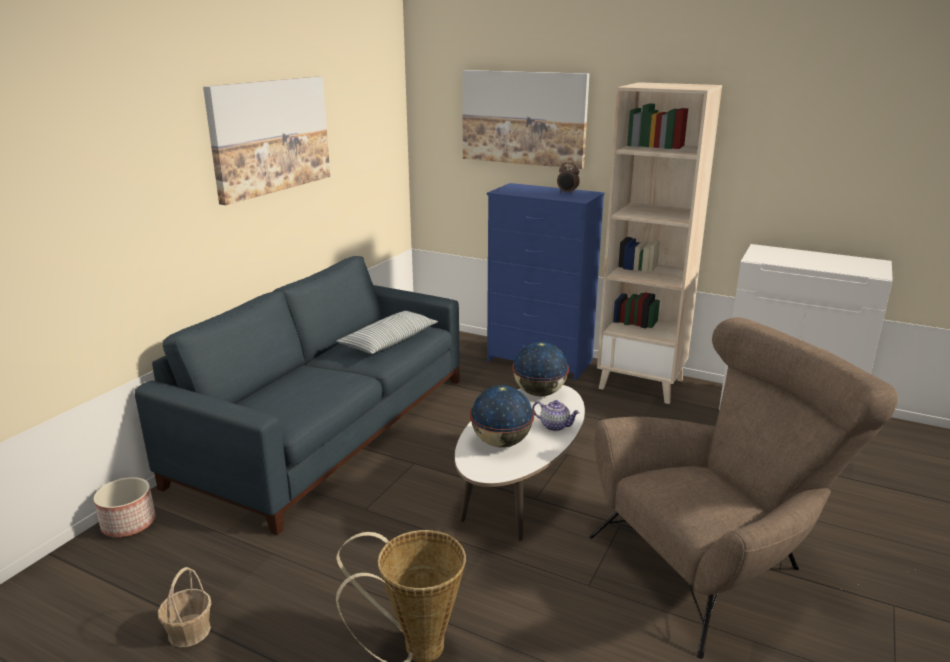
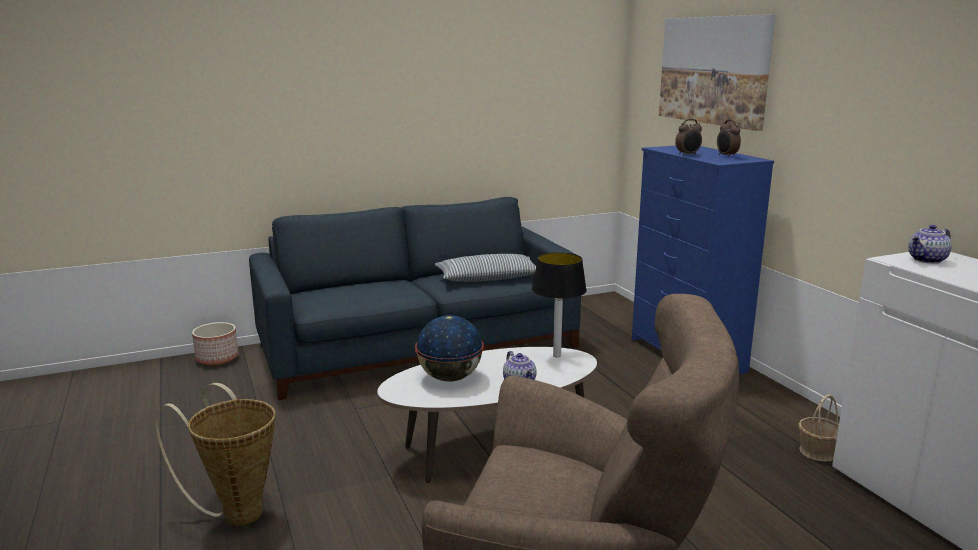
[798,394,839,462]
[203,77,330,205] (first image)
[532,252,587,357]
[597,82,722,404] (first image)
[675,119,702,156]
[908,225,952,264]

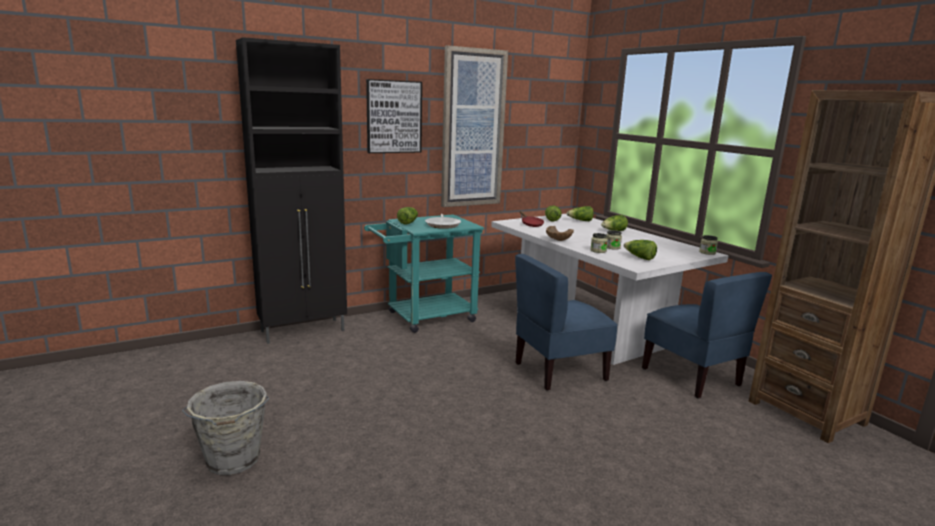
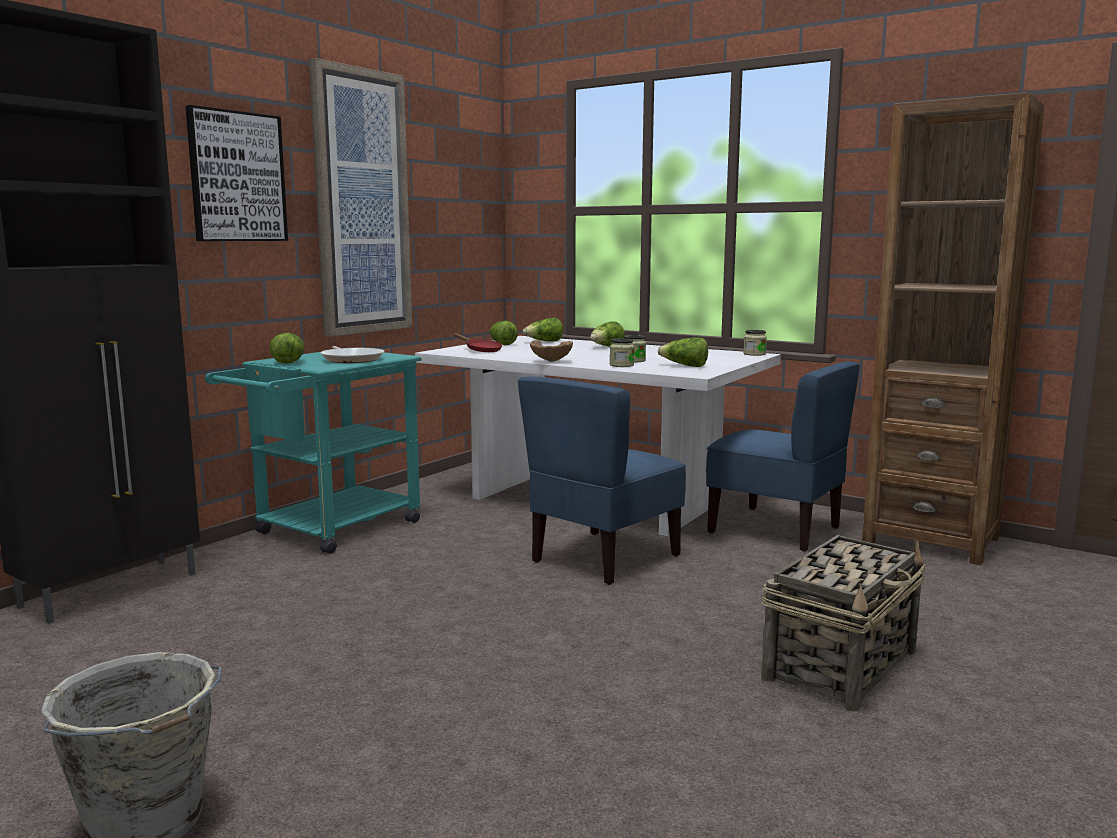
[761,535,925,712]

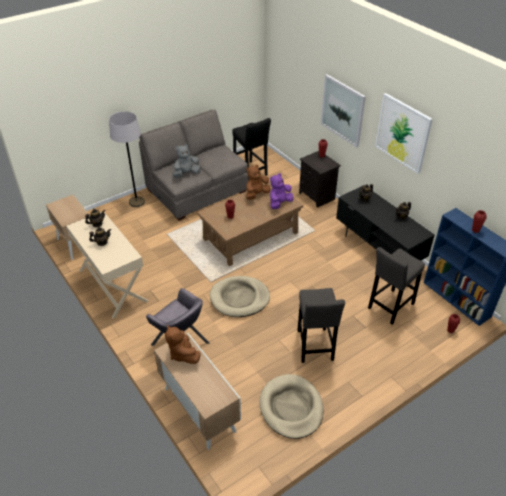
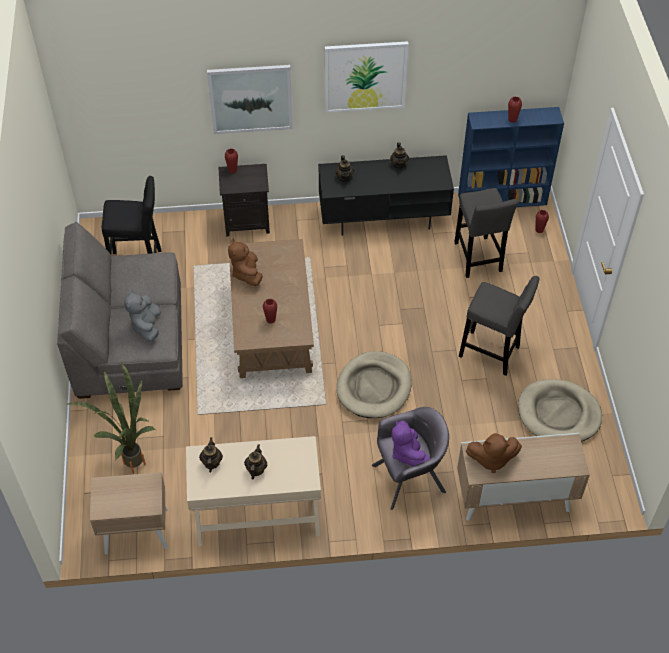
[109,111,145,207] (first image)
[392,420,430,466]
[68,362,156,474]

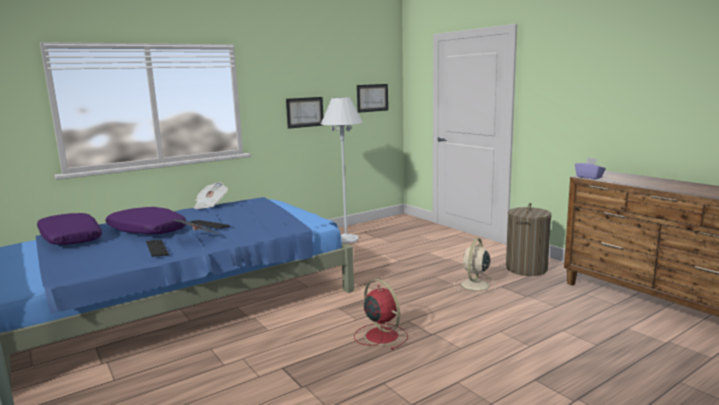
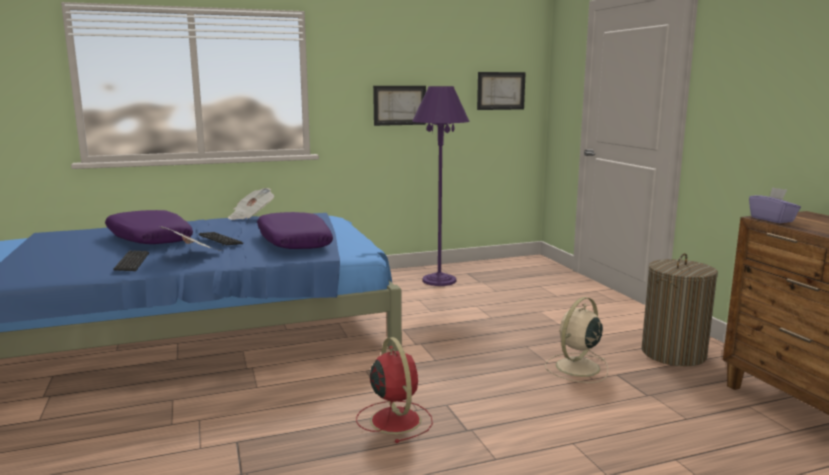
[257,212,333,249]
[412,86,470,286]

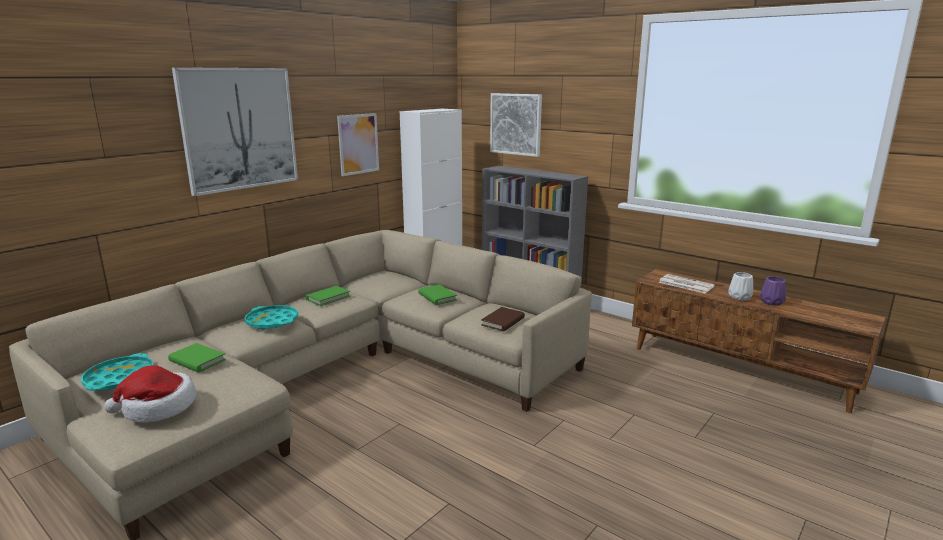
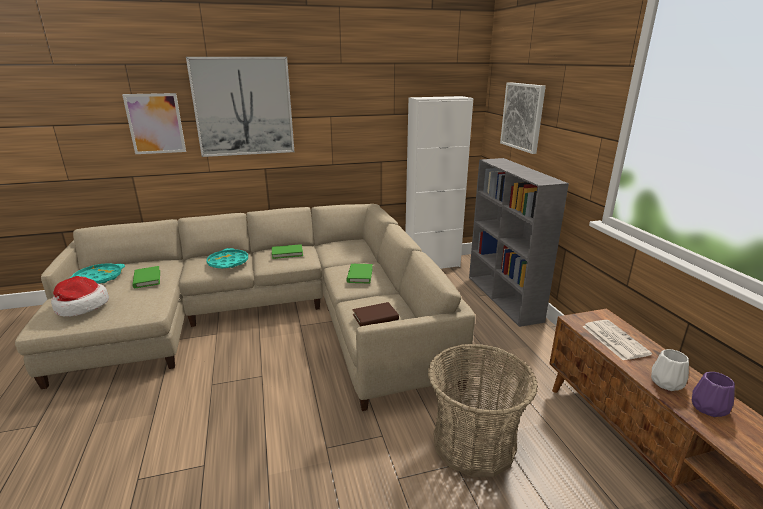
[122,93,186,154]
[428,344,538,477]

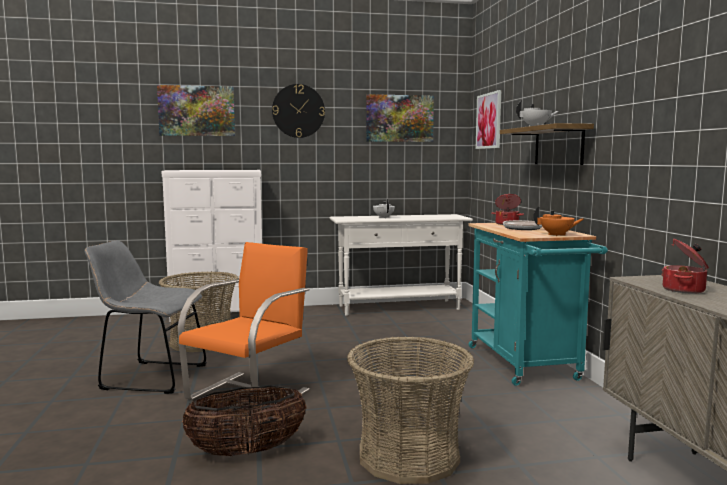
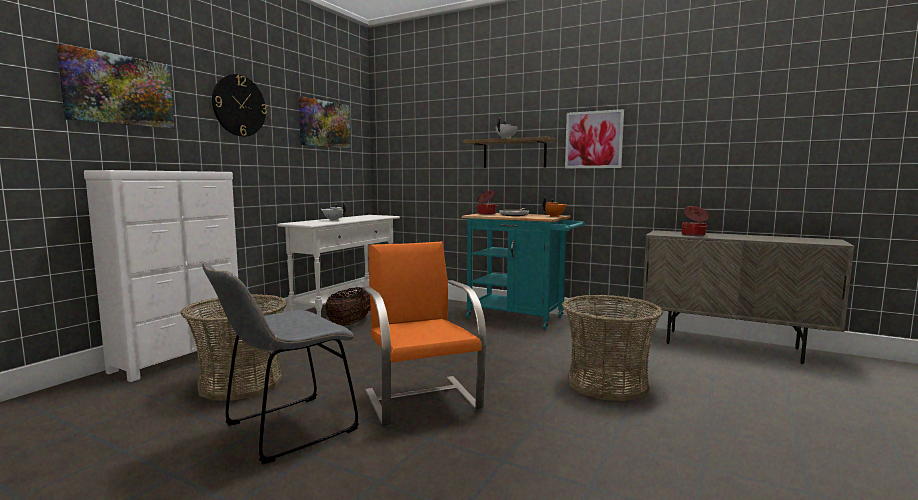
[325,287,370,326]
[565,109,624,168]

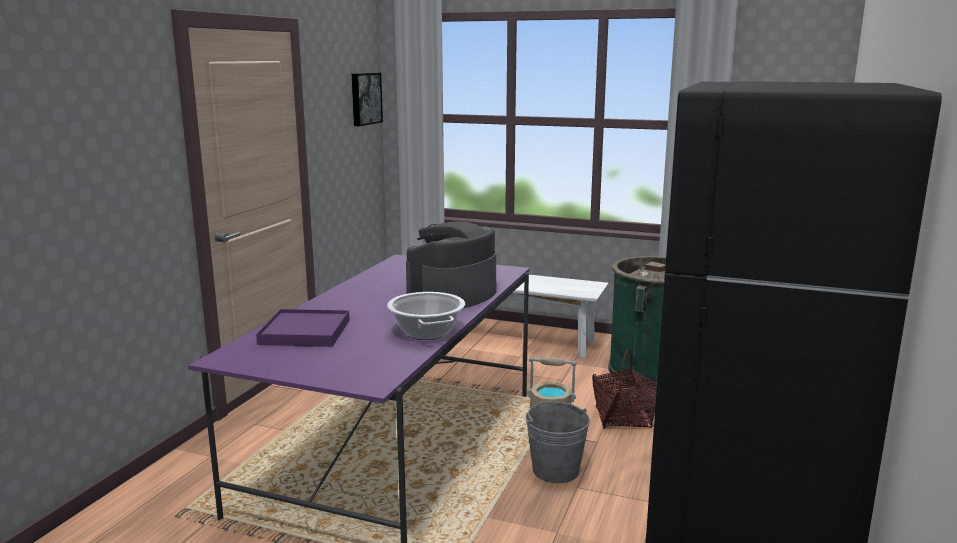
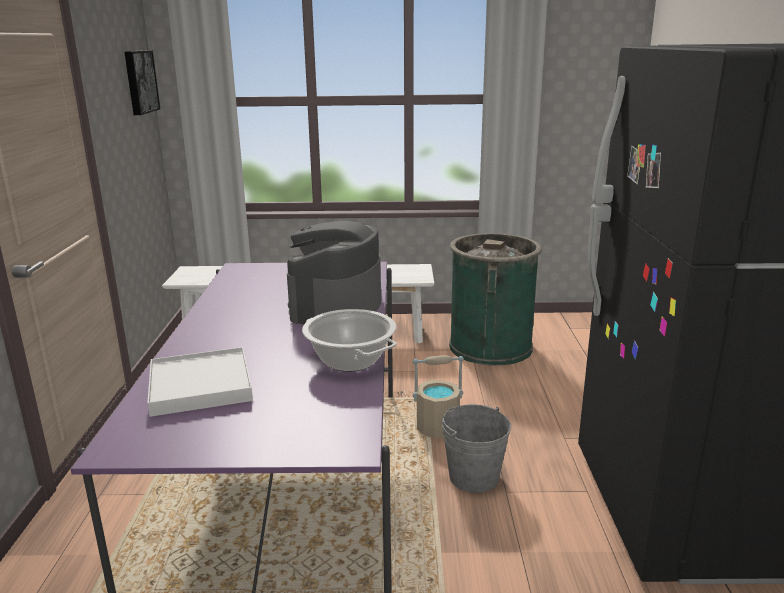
[147,347,253,417]
[592,349,657,429] (first image)

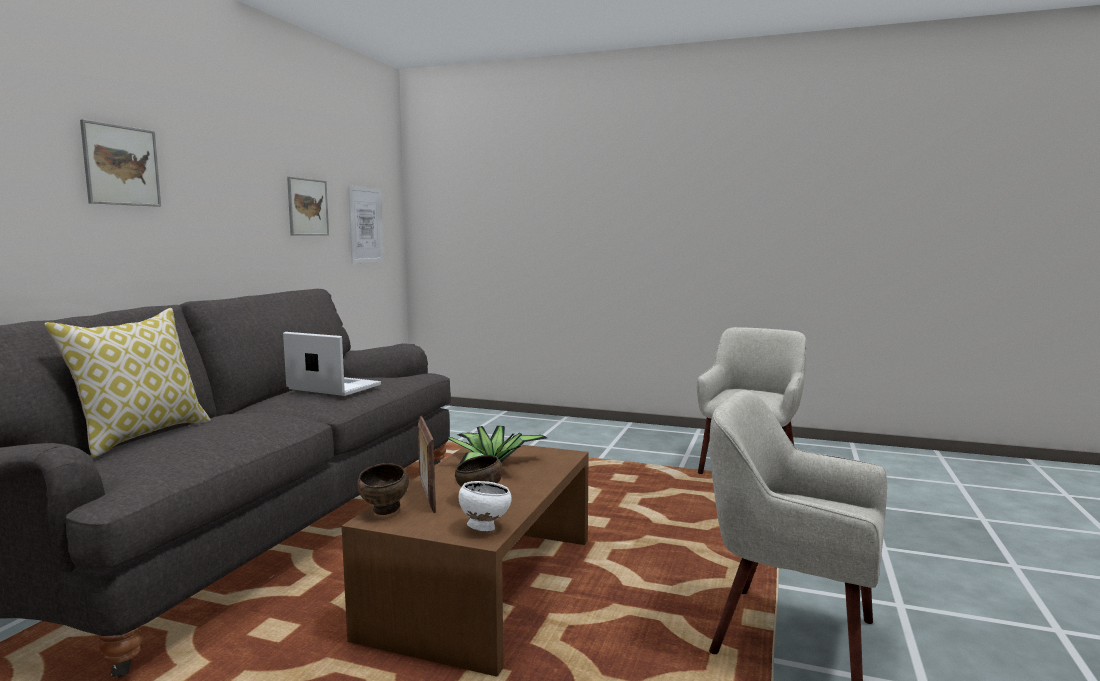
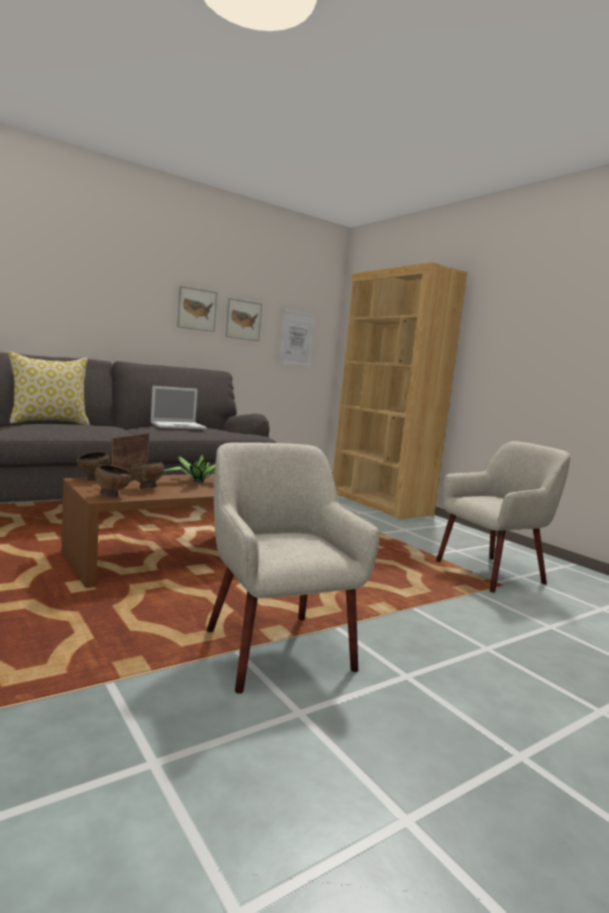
[177,286,217,332]
[151,386,207,429]
[95,465,132,498]
[333,262,468,519]

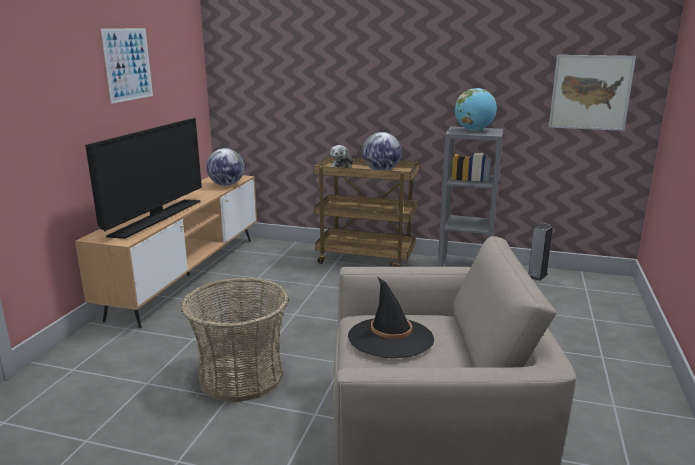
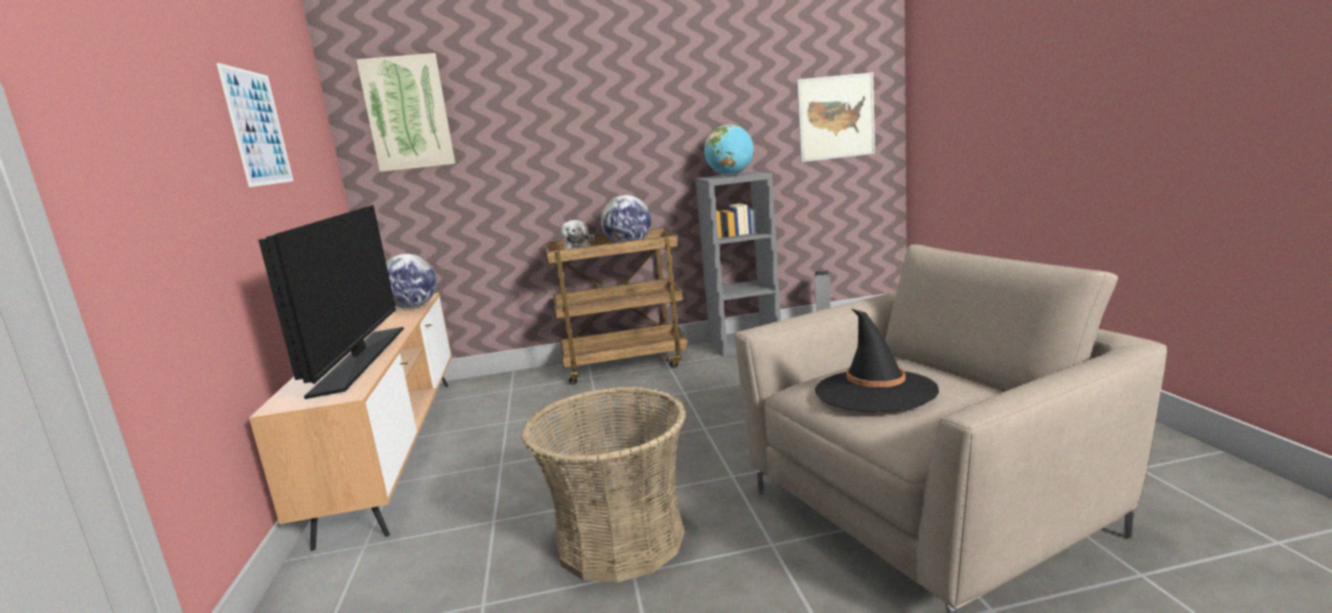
[356,53,456,172]

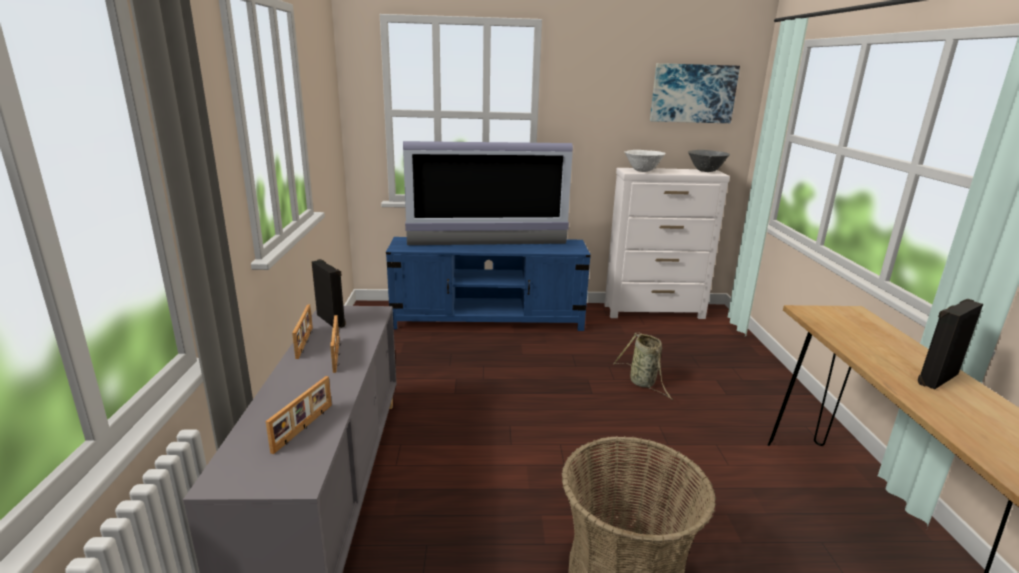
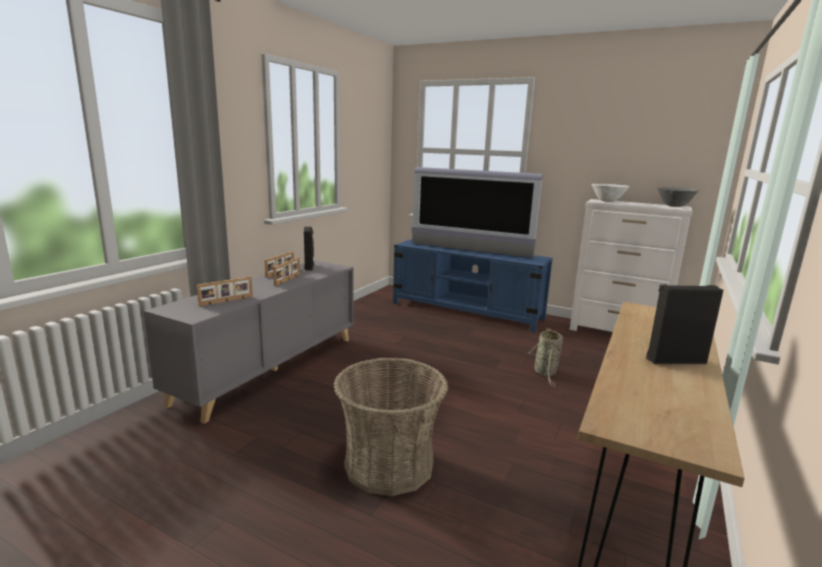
[650,63,740,123] (first image)

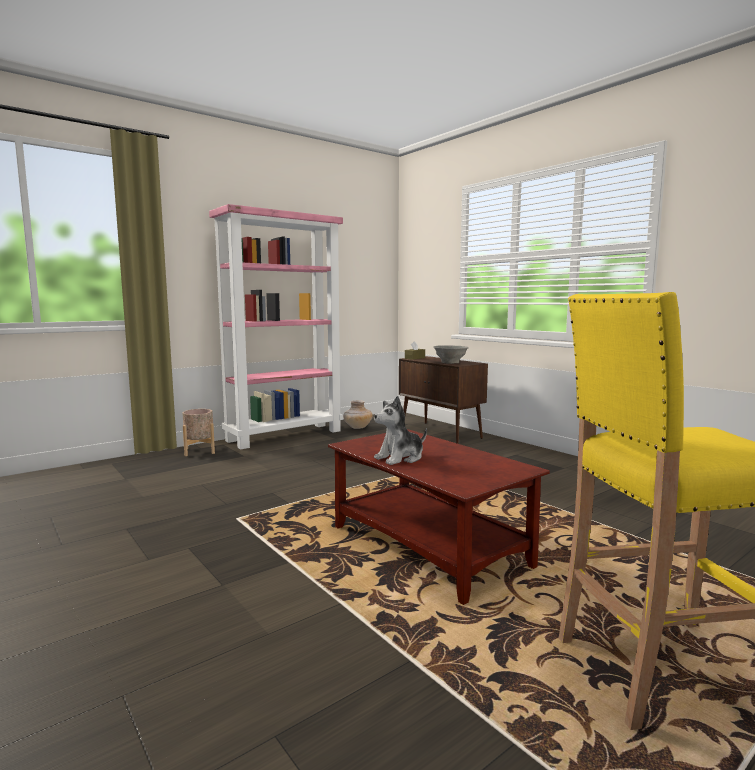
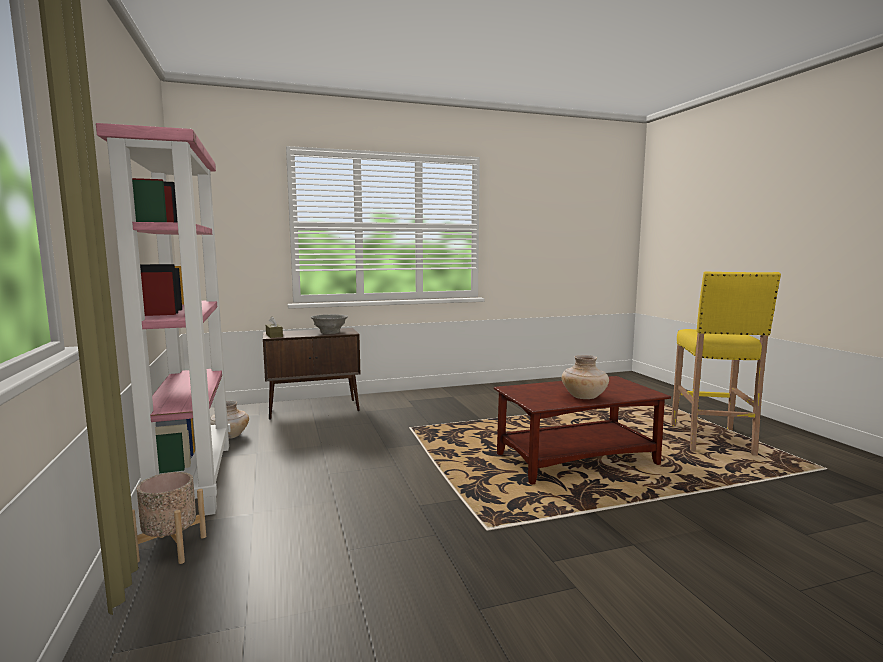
[562,355,609,399]

